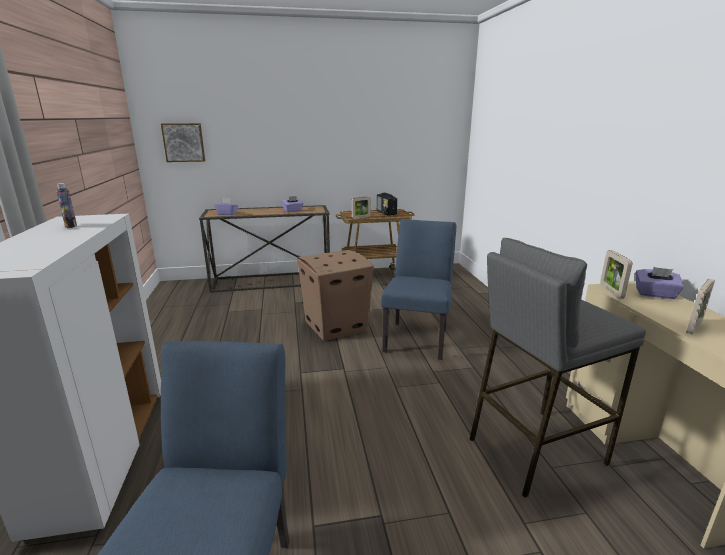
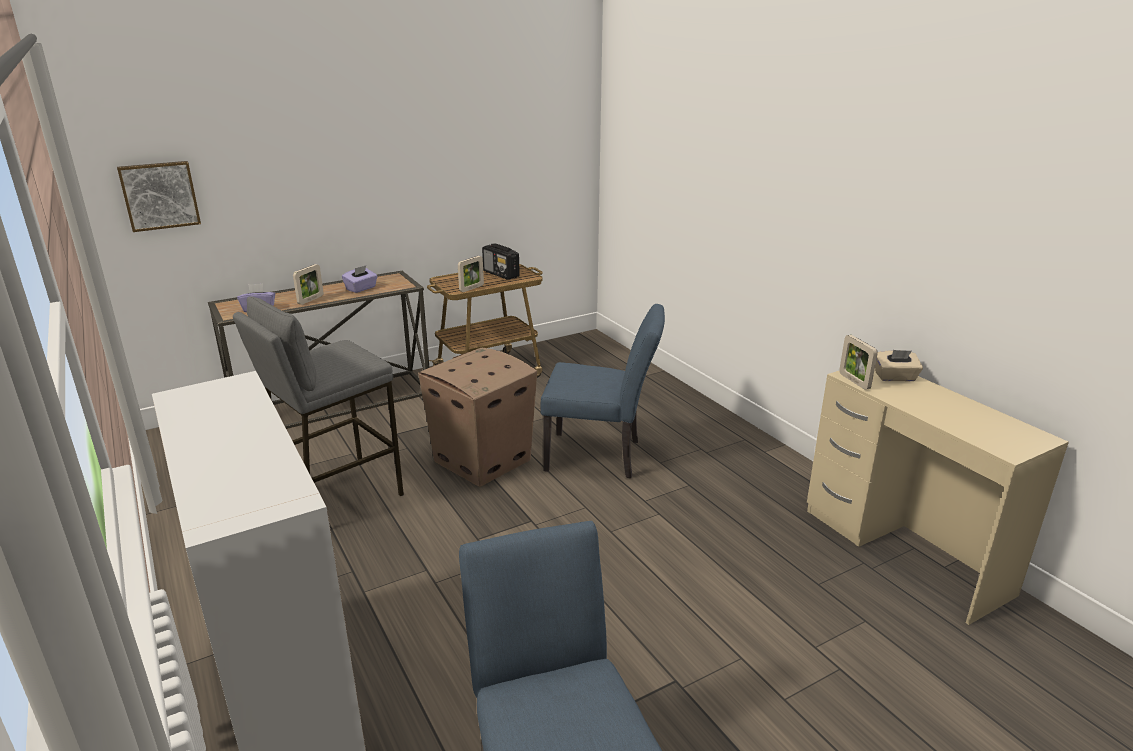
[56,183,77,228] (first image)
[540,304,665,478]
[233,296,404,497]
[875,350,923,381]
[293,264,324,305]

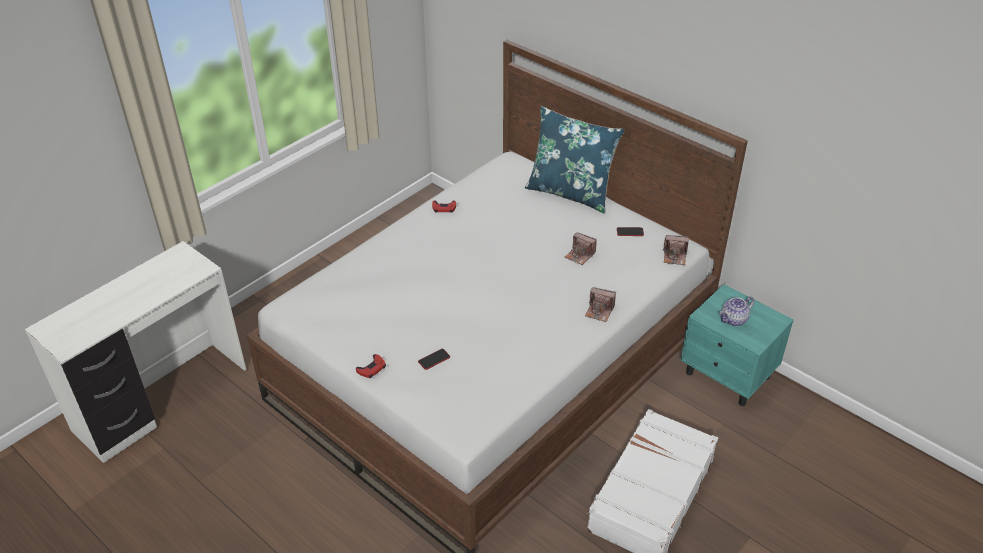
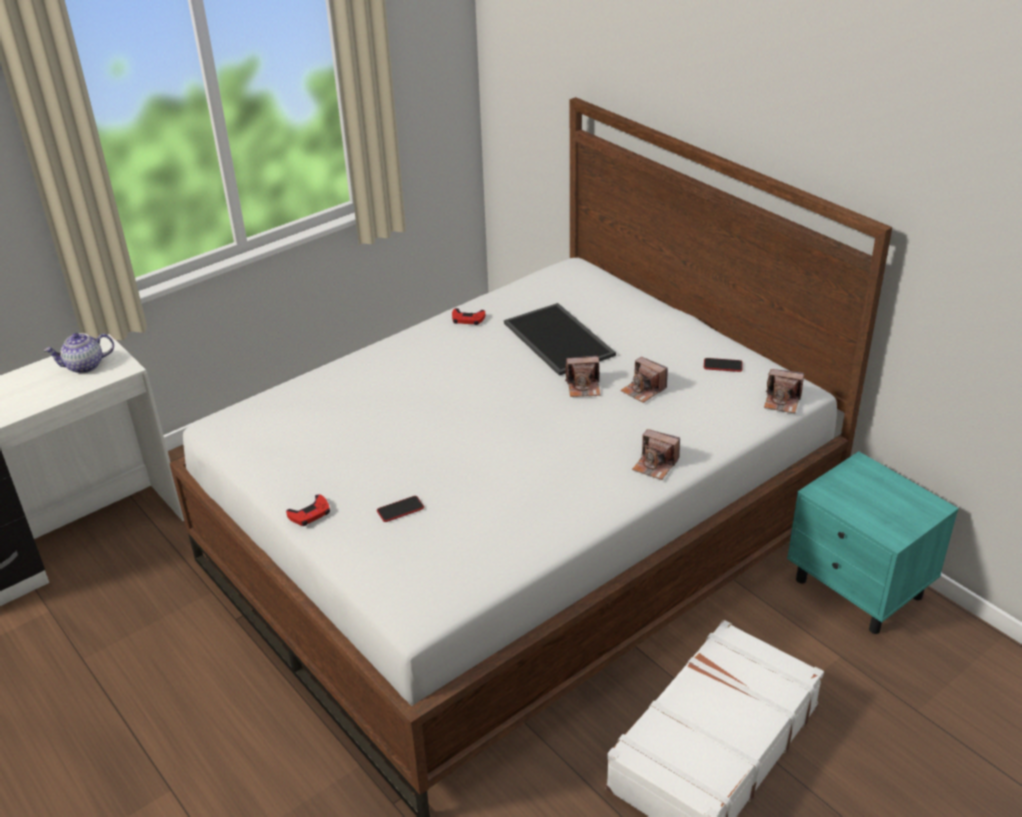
[525,106,625,213] (first image)
[44,333,114,373]
[504,303,616,376]
[565,355,600,397]

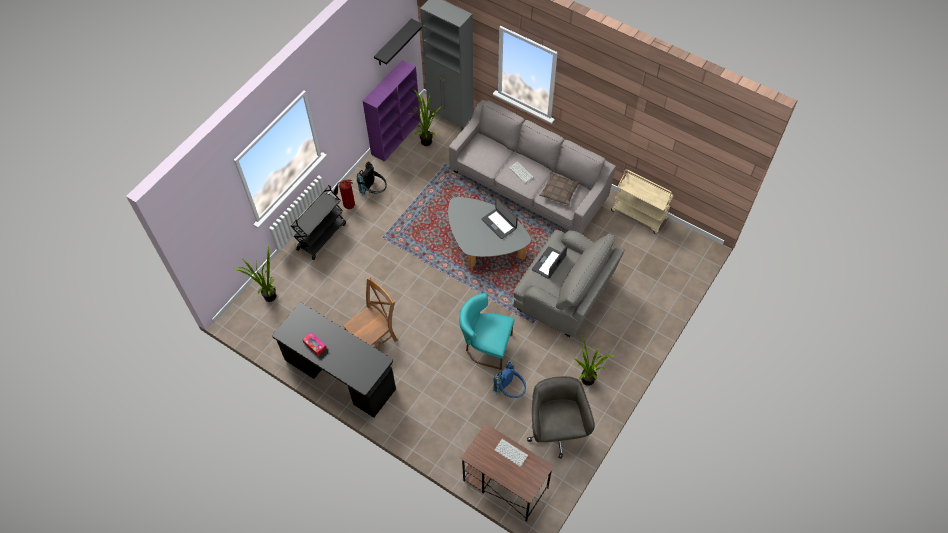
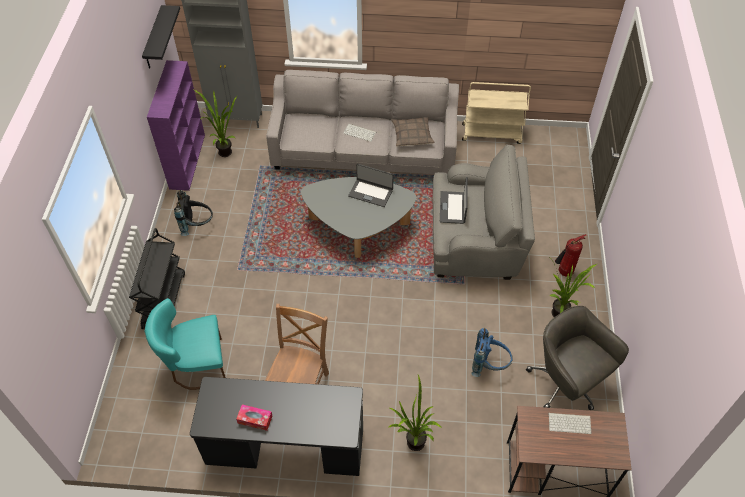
[389,375,442,451]
[555,234,586,277]
[144,298,226,390]

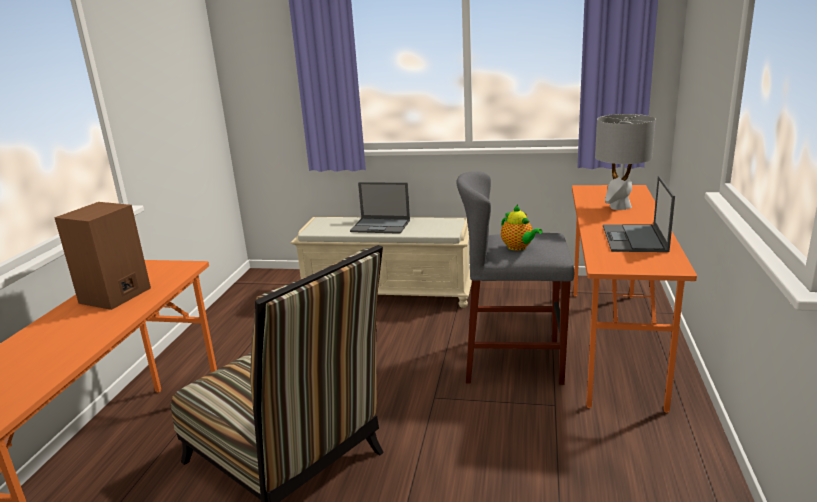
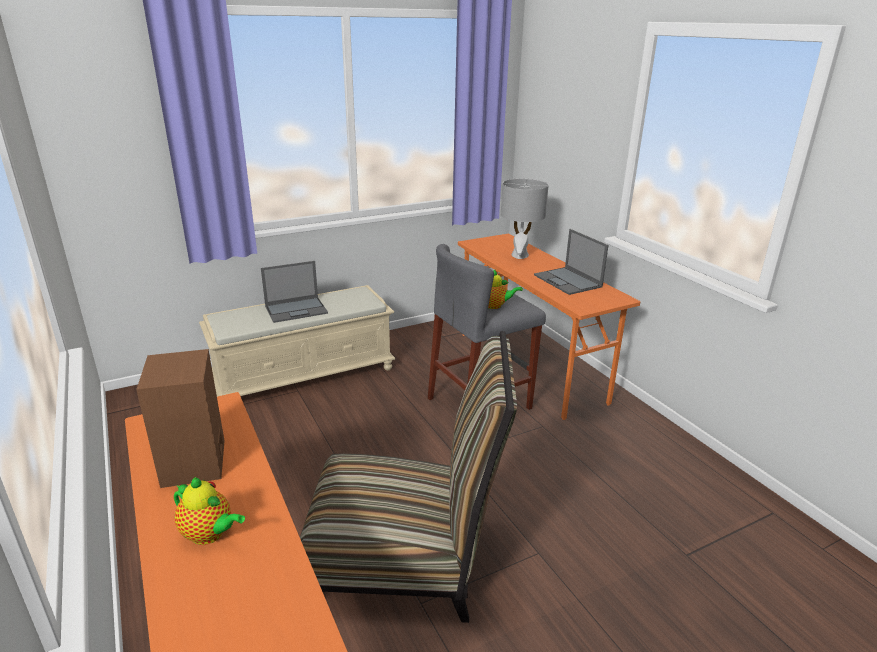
[174,477,245,545]

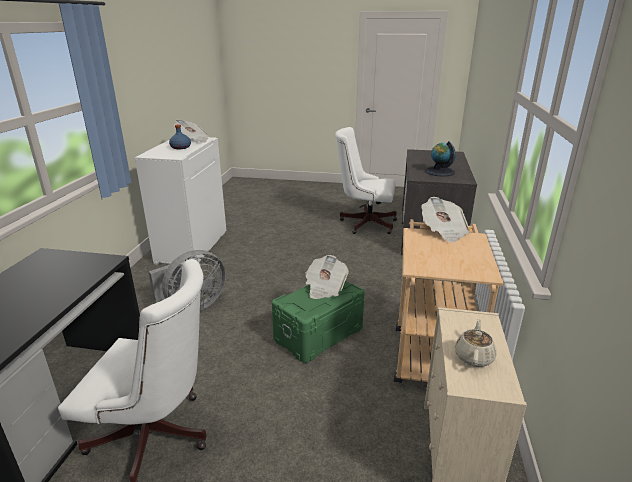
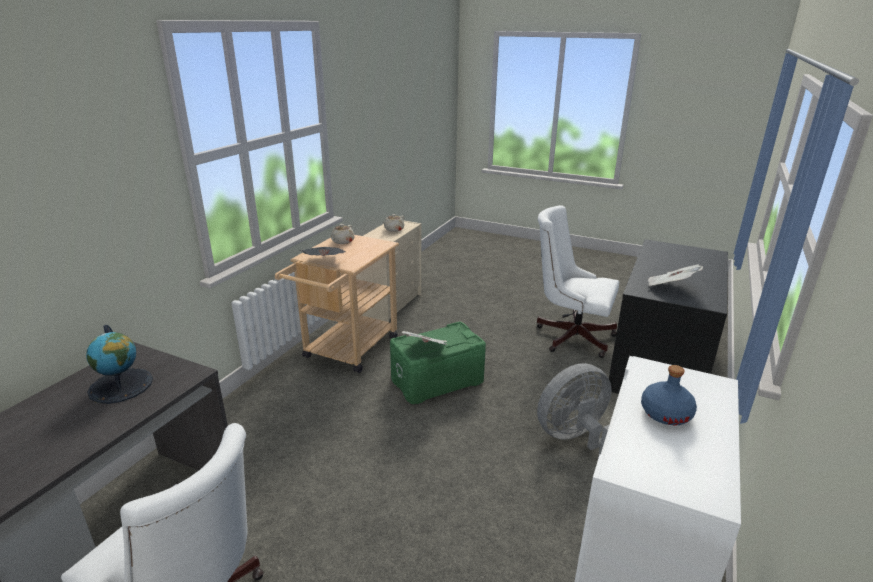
[648,264,703,286]
[331,224,355,244]

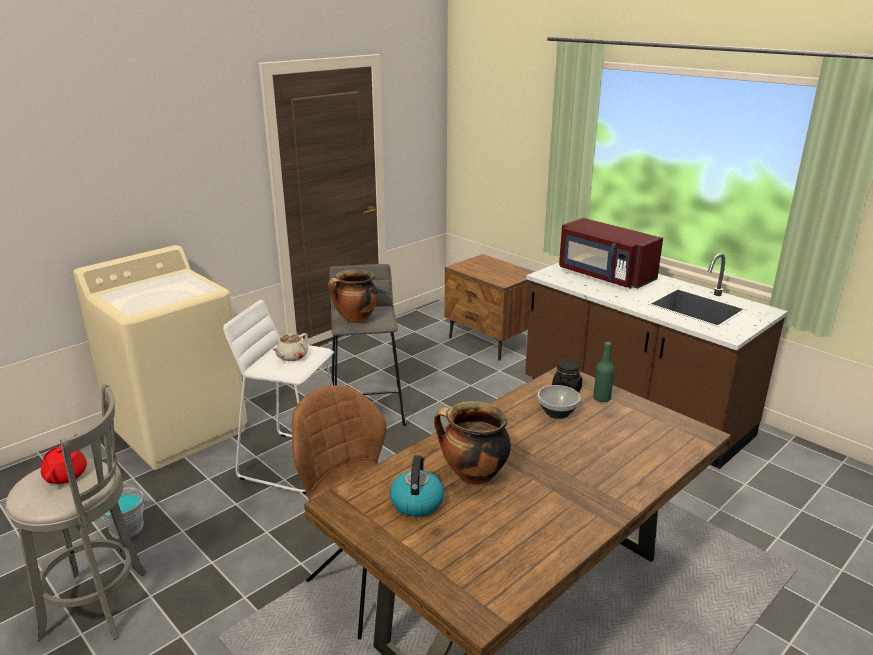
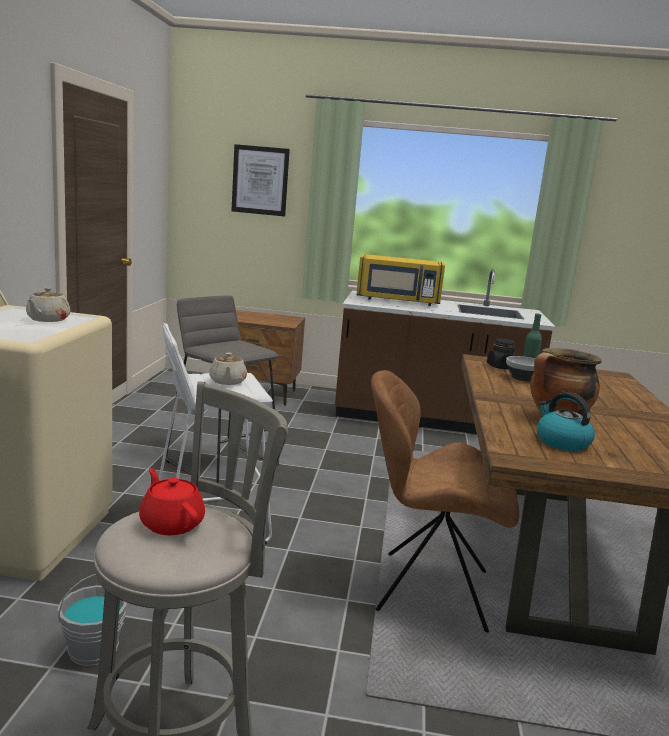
[328,269,378,323] (first image)
[357,254,445,306]
[26,287,71,322]
[231,144,290,216]

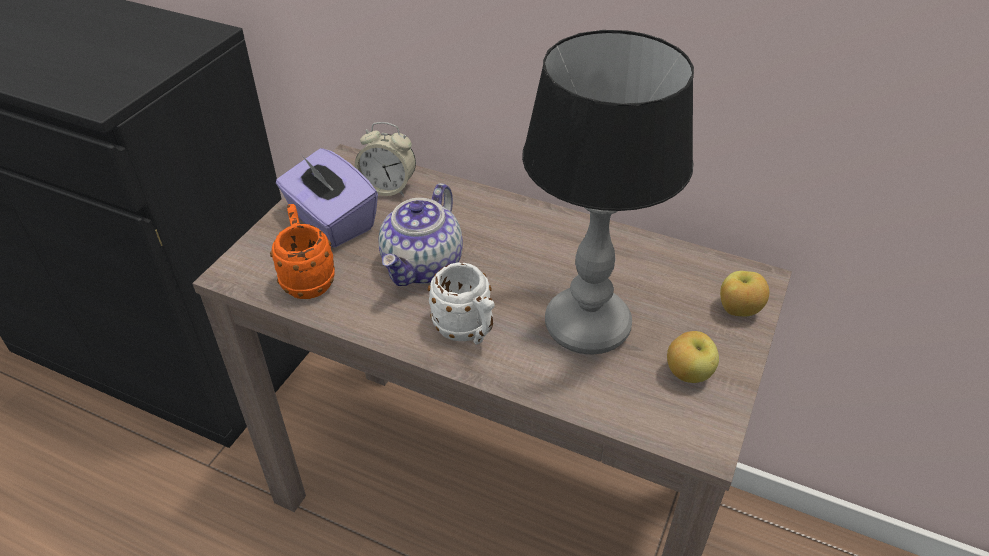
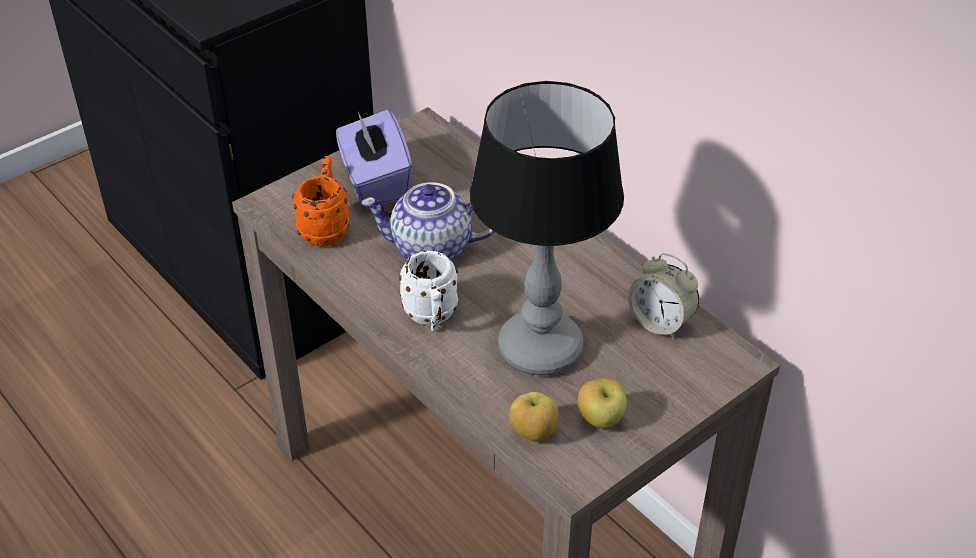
[628,253,699,339]
[361,182,494,260]
[509,392,559,442]

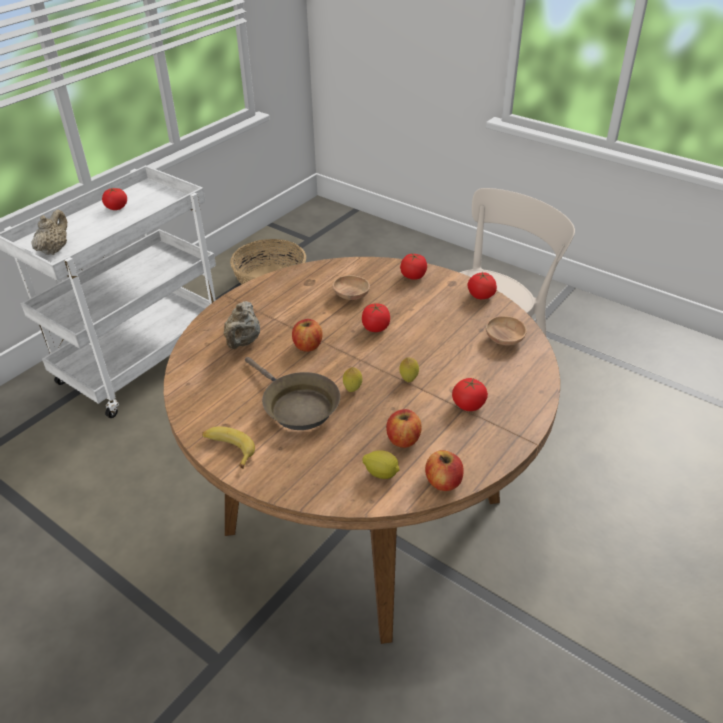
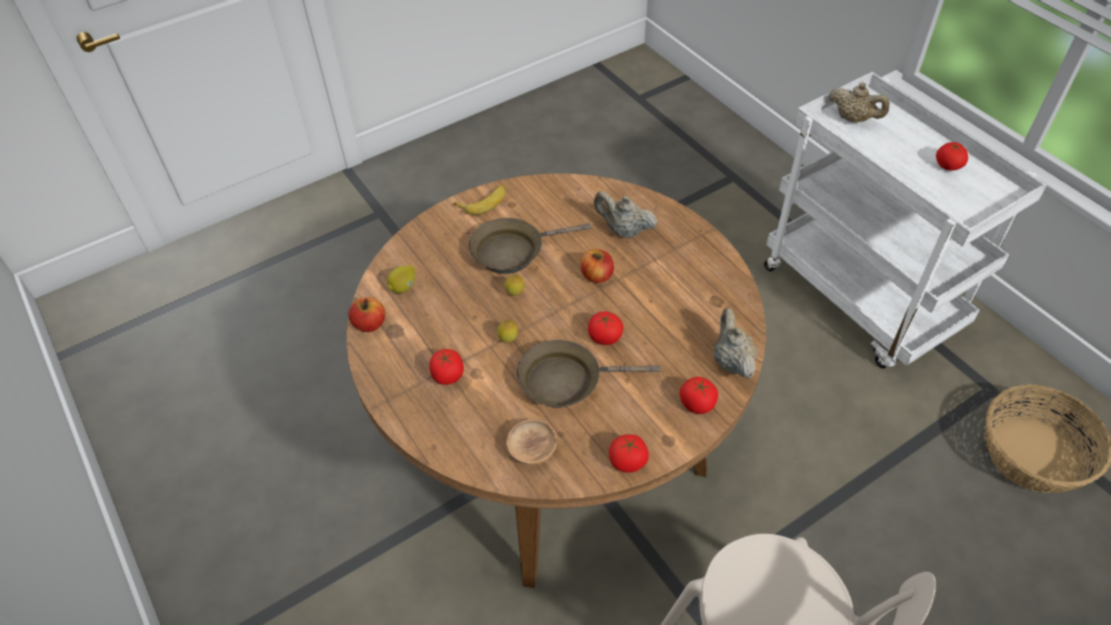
[332,275,370,300] (first image)
[386,409,422,448] (first image)
[517,340,661,408]
[713,307,757,379]

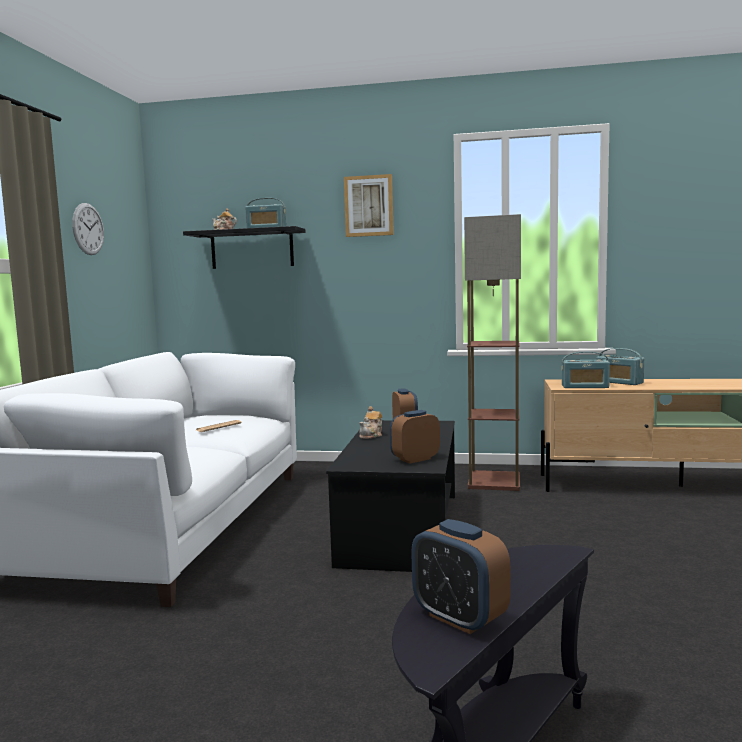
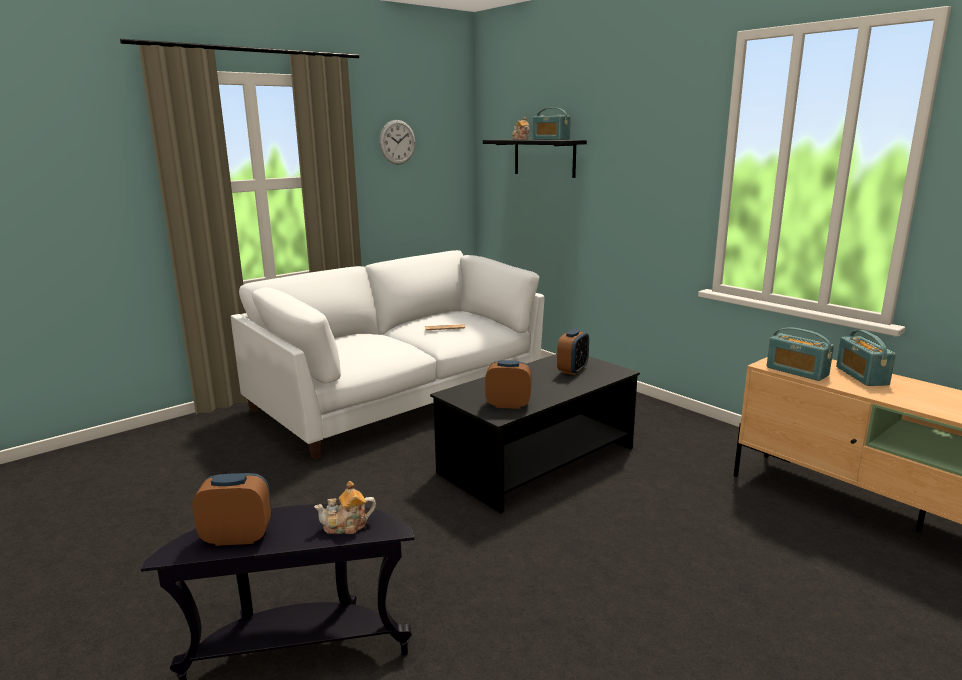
[344,174,394,237] (first image)
[314,481,376,534]
[192,473,272,546]
[464,214,521,491] (first image)

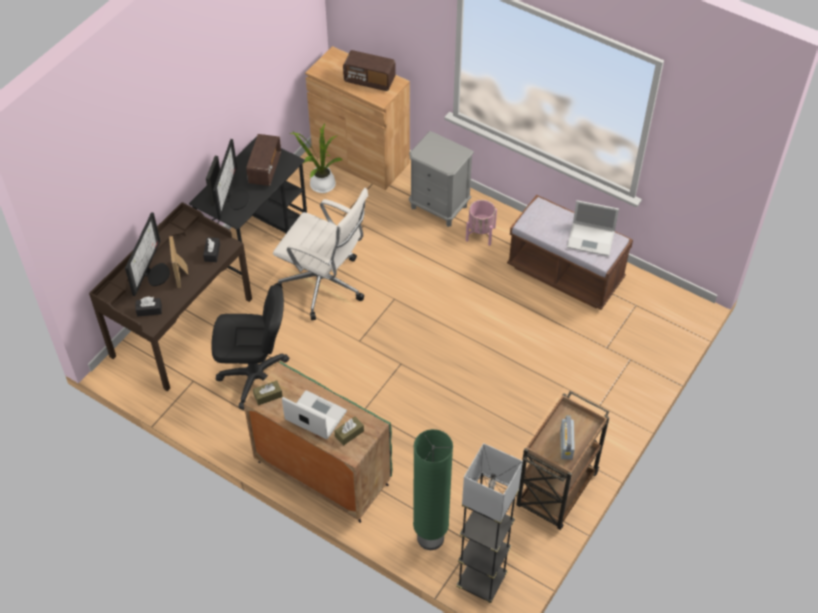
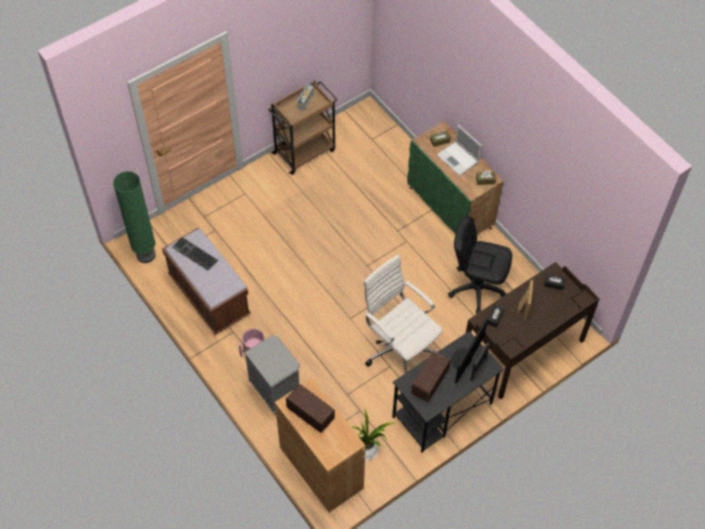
[125,212,170,296] (first image)
[113,171,156,263]
[456,443,523,603] (first image)
[172,237,218,271]

